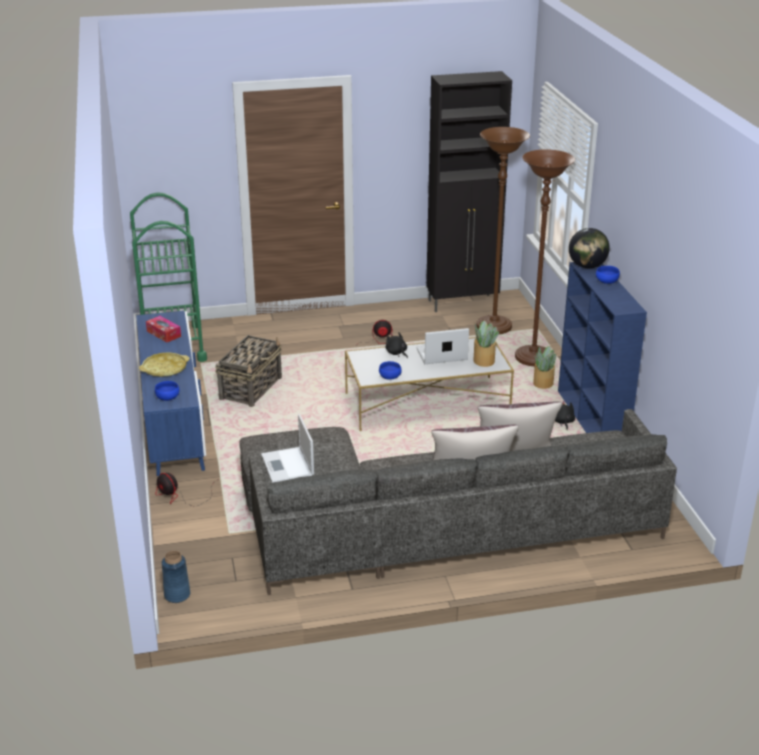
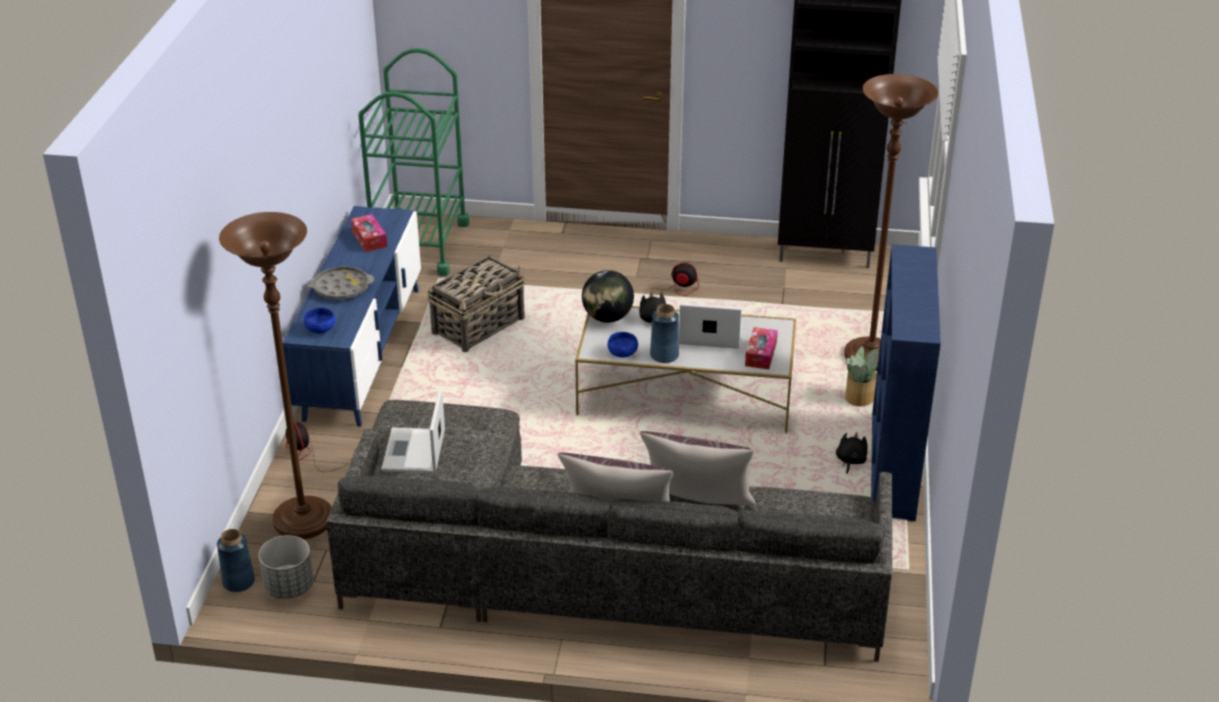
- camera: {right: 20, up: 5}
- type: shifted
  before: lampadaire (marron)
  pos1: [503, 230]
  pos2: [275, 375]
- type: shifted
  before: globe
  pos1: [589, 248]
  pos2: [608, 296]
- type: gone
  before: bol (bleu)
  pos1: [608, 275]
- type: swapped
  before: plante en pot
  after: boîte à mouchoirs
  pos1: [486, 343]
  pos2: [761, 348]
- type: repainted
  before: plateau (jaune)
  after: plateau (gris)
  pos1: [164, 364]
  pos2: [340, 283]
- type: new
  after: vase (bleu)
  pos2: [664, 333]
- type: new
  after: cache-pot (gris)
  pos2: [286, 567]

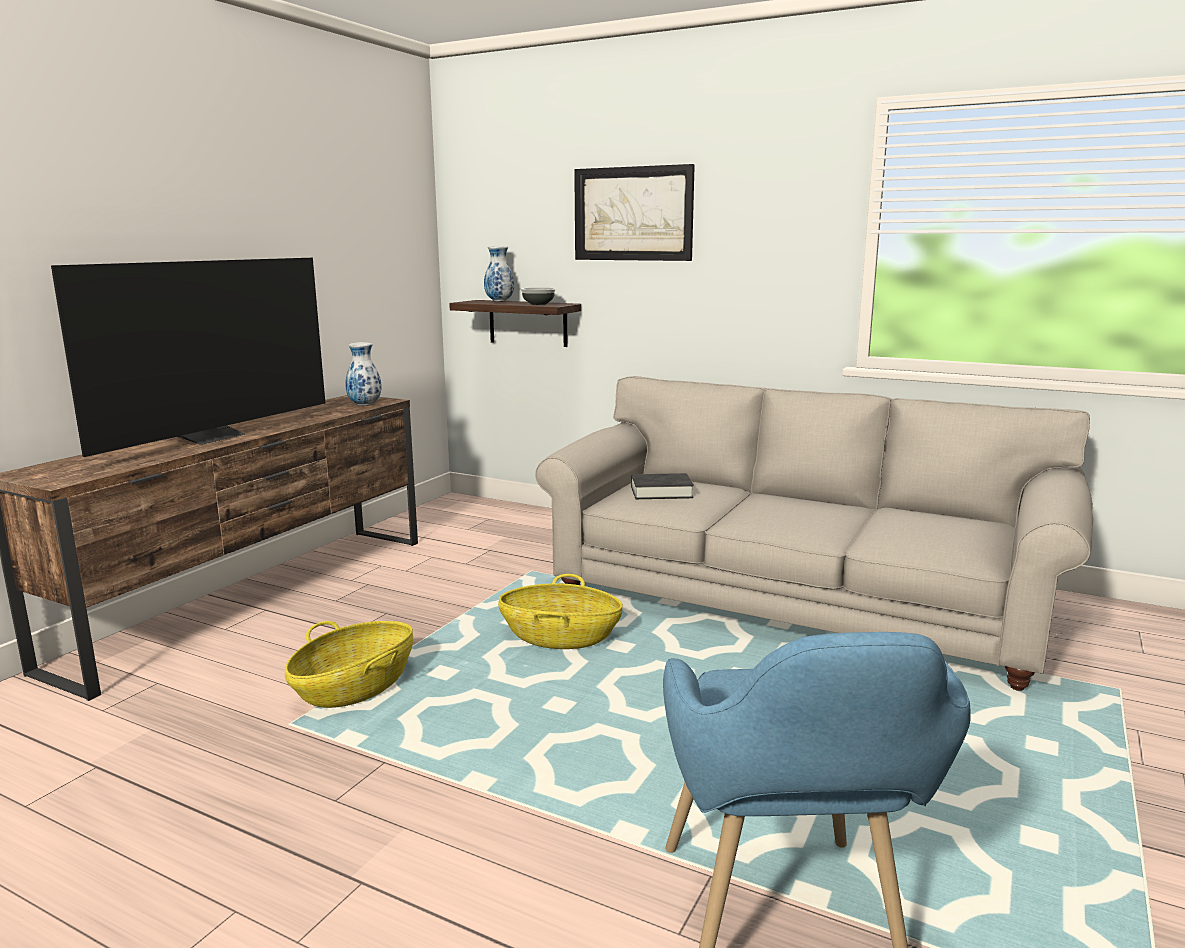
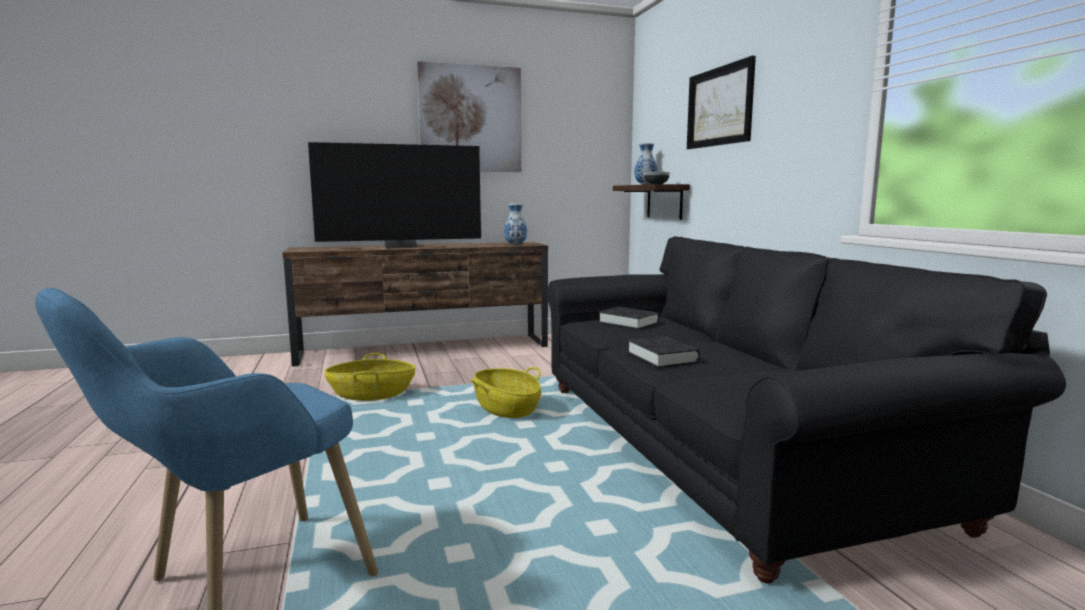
- camera: {right: 45, up: -5}
- type: repainted
  before: canapé (beige)
  after: canapé (noir)
  pos1: [814, 533]
  pos2: [806, 409]
- type: new
  after: tableau
  pos2: [469, 116]
- type: new
  after: livre (noir)
  pos2: [663, 352]

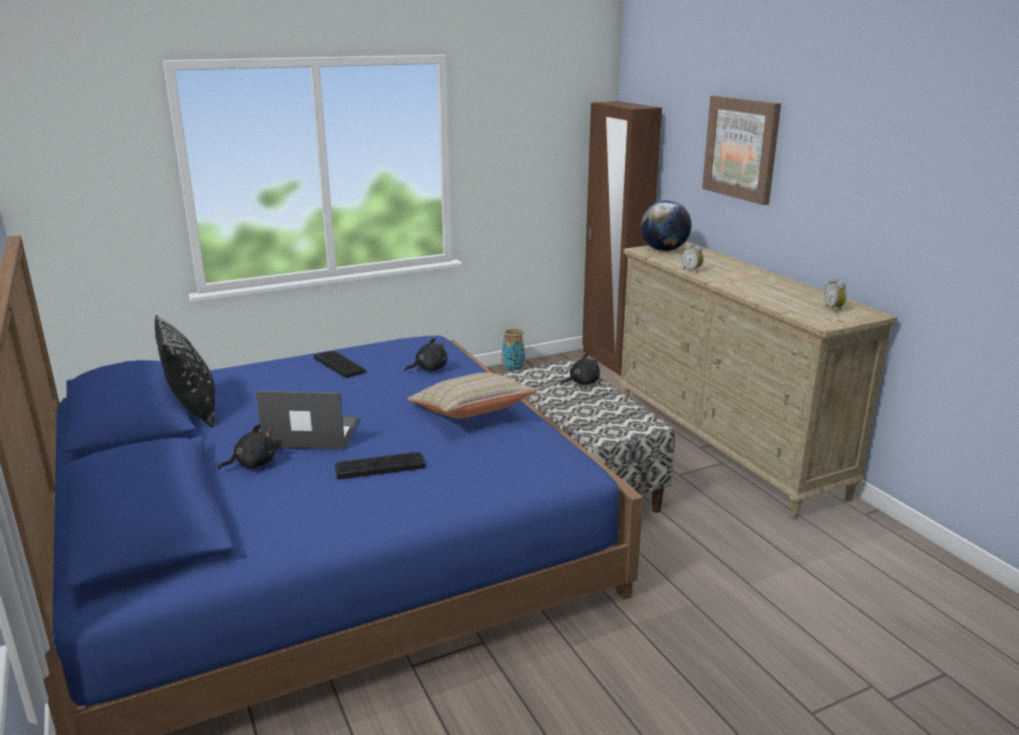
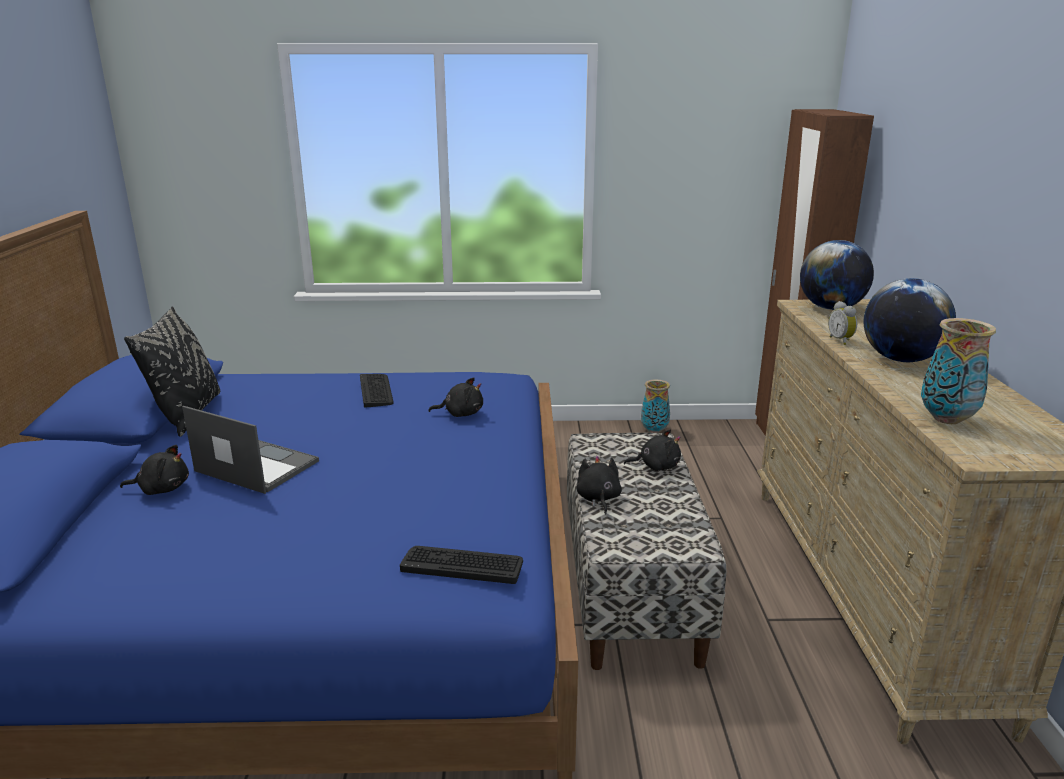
- camera: {right: 25, up: 0}
- type: gone
  before: tableau
  pos1: [741, 150]
- type: gone
  before: réveil
  pos1: [835, 295]
- type: gone
  before: coussin (beige)
  pos1: [472, 395]
- type: shifted
  before: clavier
  pos1: [380, 466]
  pos2: [461, 565]
- type: new
  after: globe
  pos2: [910, 320]
- type: new
  after: vase
  pos2: [958, 371]
- type: new
  after: peluche (noir)
  pos2: [599, 485]

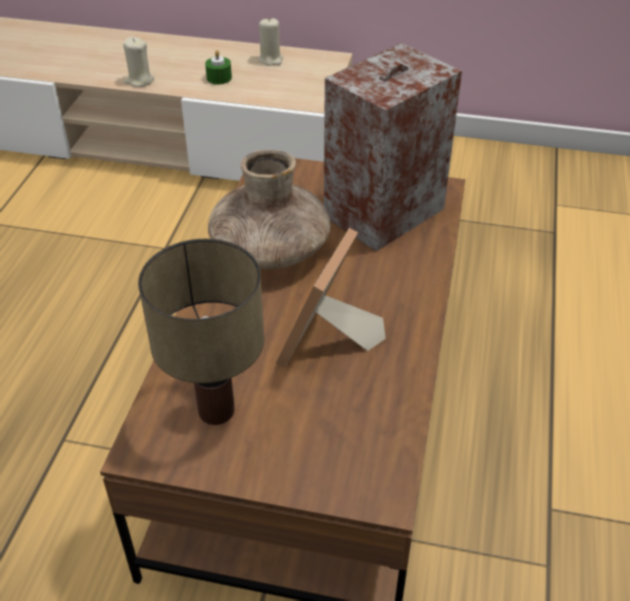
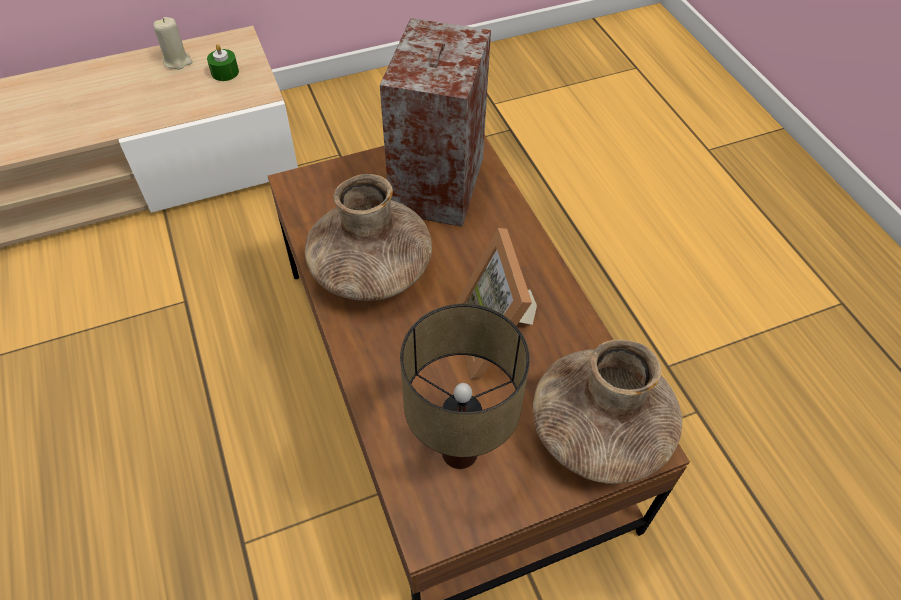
- camera: {right: -35, up: 10}
- type: gone
  before: bougie (beige)
  pos1: [138, 62]
- type: shifted
  before: bougie (vert)
  pos1: [218, 67]
  pos2: [223, 62]
- type: new
  after: vase (marron)
  pos2: [607, 412]

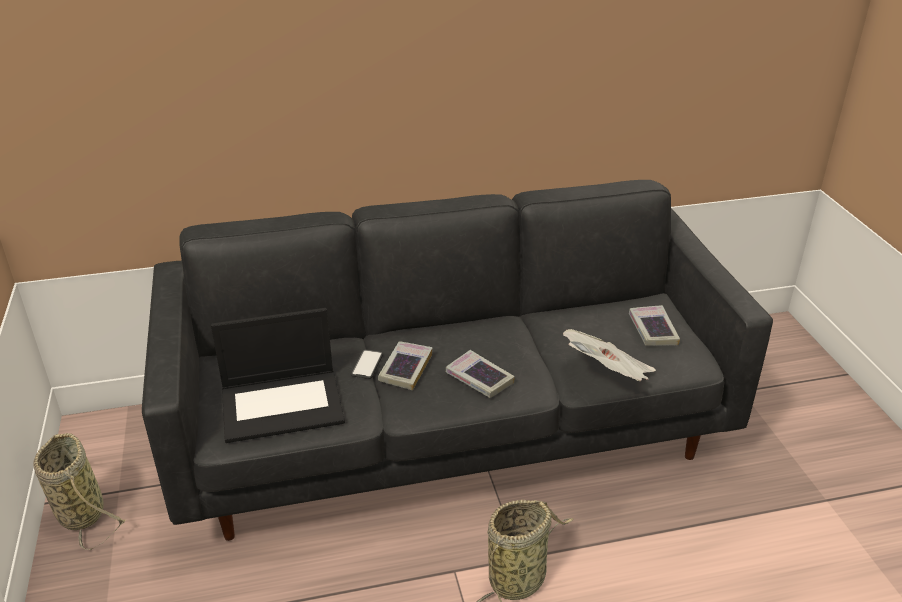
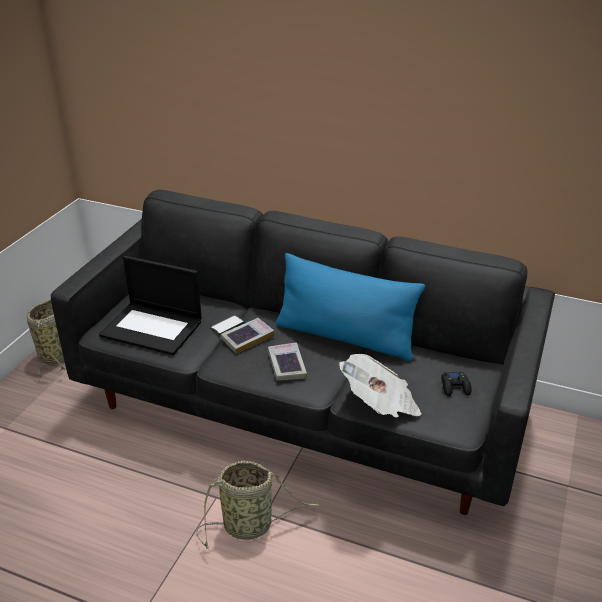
- camera: {right: 35, up: 0}
- type: swapped
  before: livre
  after: manette (noir)
  pos1: [654, 325]
  pos2: [456, 384]
- type: new
  after: coussin (bleu)
  pos2: [350, 307]

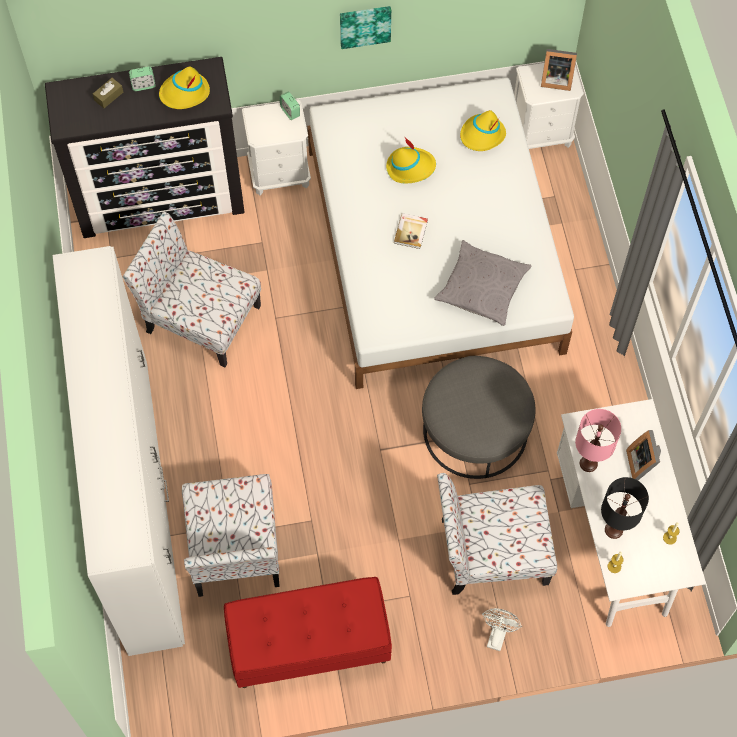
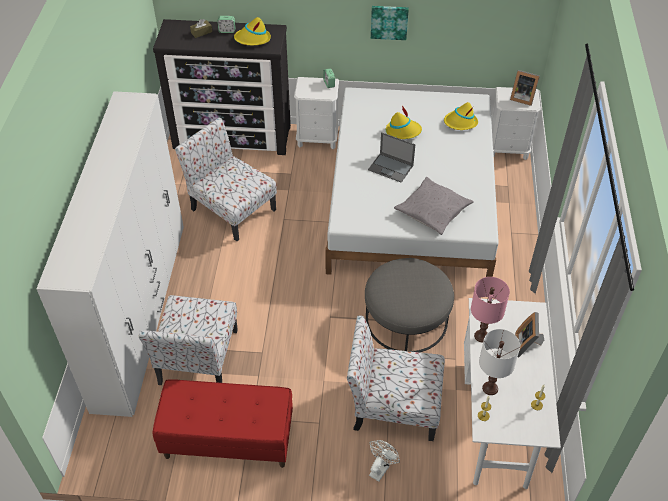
- camera: {right: 15, up: -15}
- type: swapped
  before: livre
  after: ordinateur portable
  pos1: [411, 231]
  pos2: [391, 157]
- type: repainted
  before: lampe de table (noir)
  after: lampe de table (blanc)
  pos1: [625, 508]
  pos2: [499, 362]

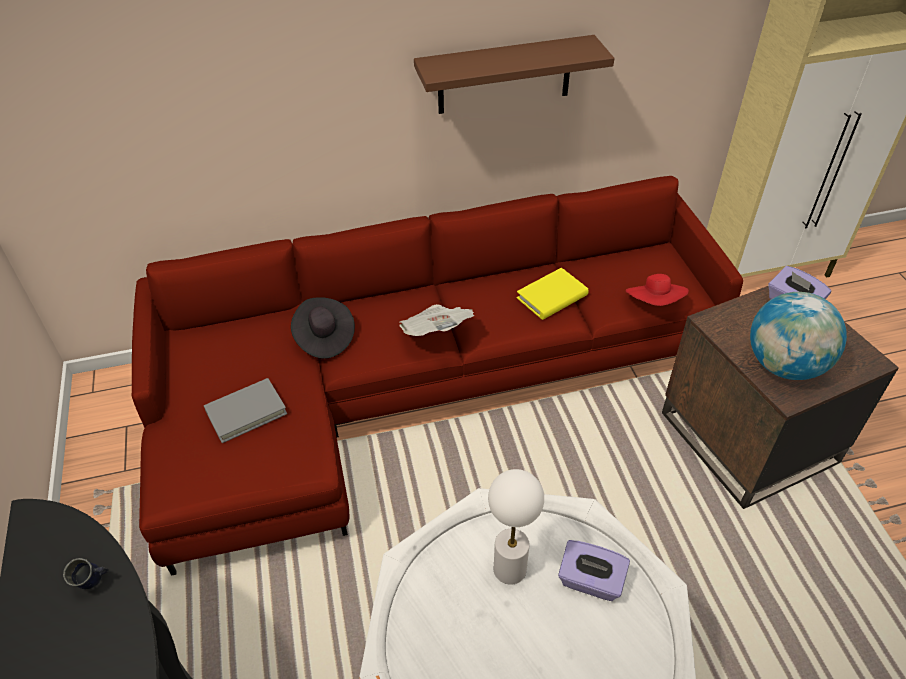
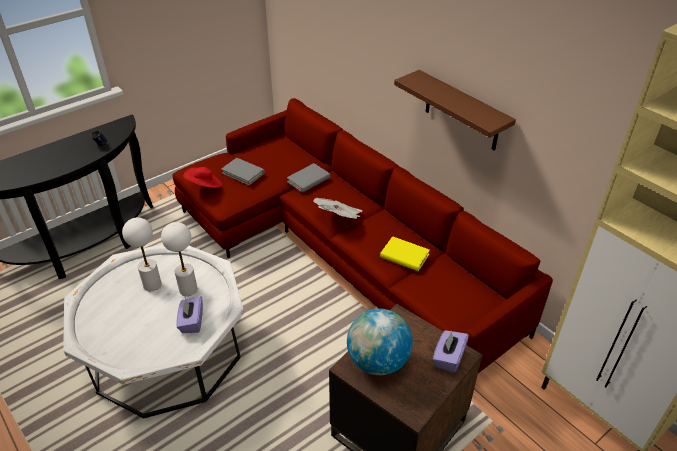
- camera: {right: 65, up: -5}
- type: shifted
  before: chapeau (rouge)
  pos1: [657, 290]
  pos2: [202, 177]
- type: swapped
  before: chapeau (noir)
  after: livre (gris)
  pos1: [323, 328]
  pos2: [308, 178]
- type: new
  after: lampe de table (blanc)
  pos2: [142, 254]

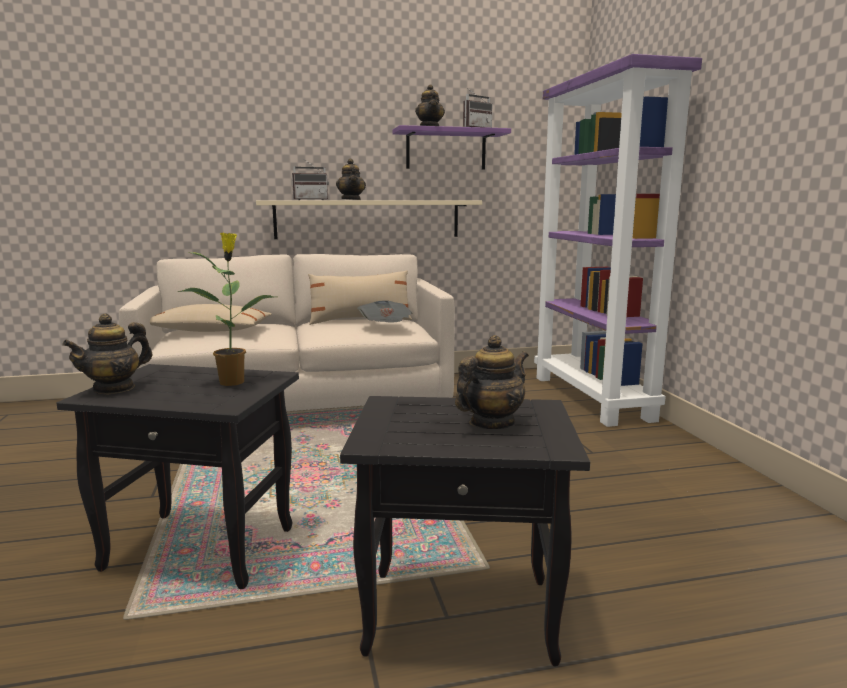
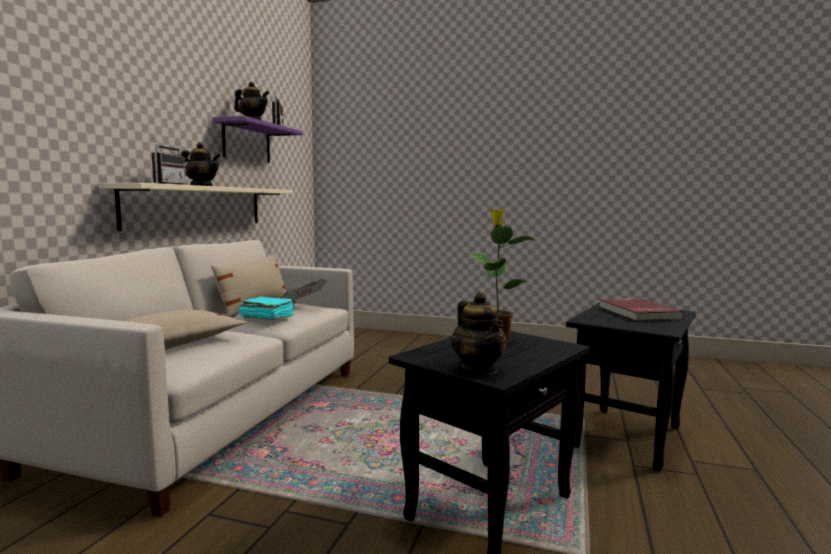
- camera: {right: -60, up: -5}
- type: gone
  before: bibliothèque (violet)
  pos1: [618, 240]
- type: swapped
  before: théière
  after: livre (rouge)
  pos1: [492, 382]
  pos2: [641, 309]
- type: new
  after: livre (turquoise)
  pos2: [267, 308]

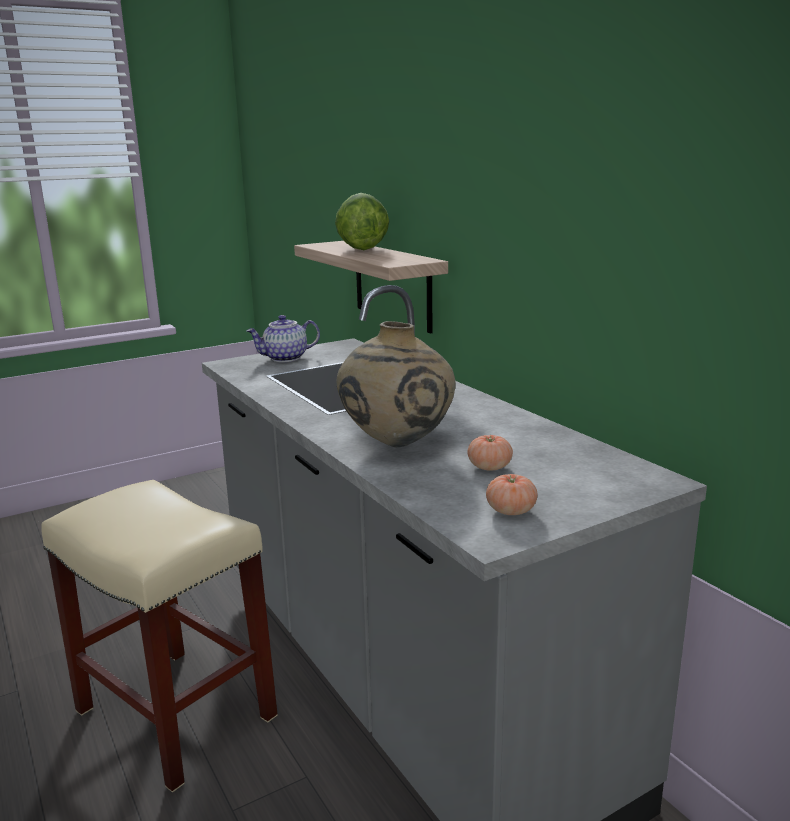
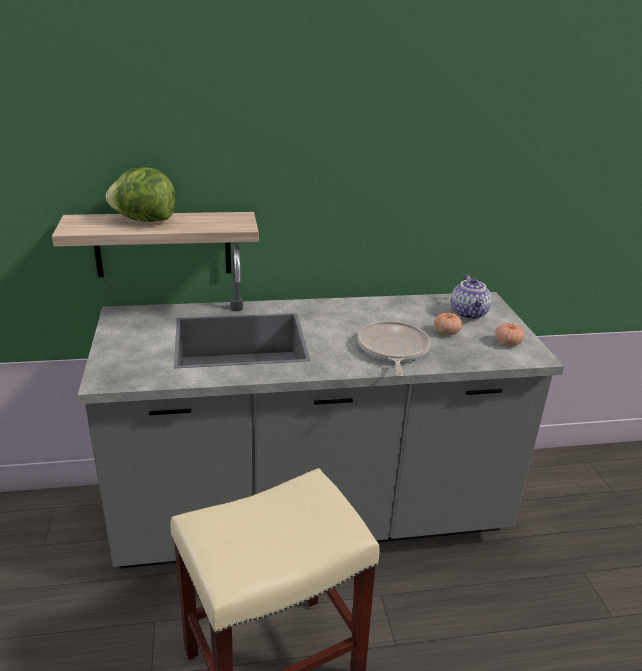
- camera: {right: -70, up: 10}
- type: shifted
  before: théière
  pos1: [283, 338]
  pos2: [471, 297]
- type: swapped
  before: vase (beige)
  after: poêle
  pos1: [396, 384]
  pos2: [394, 349]

